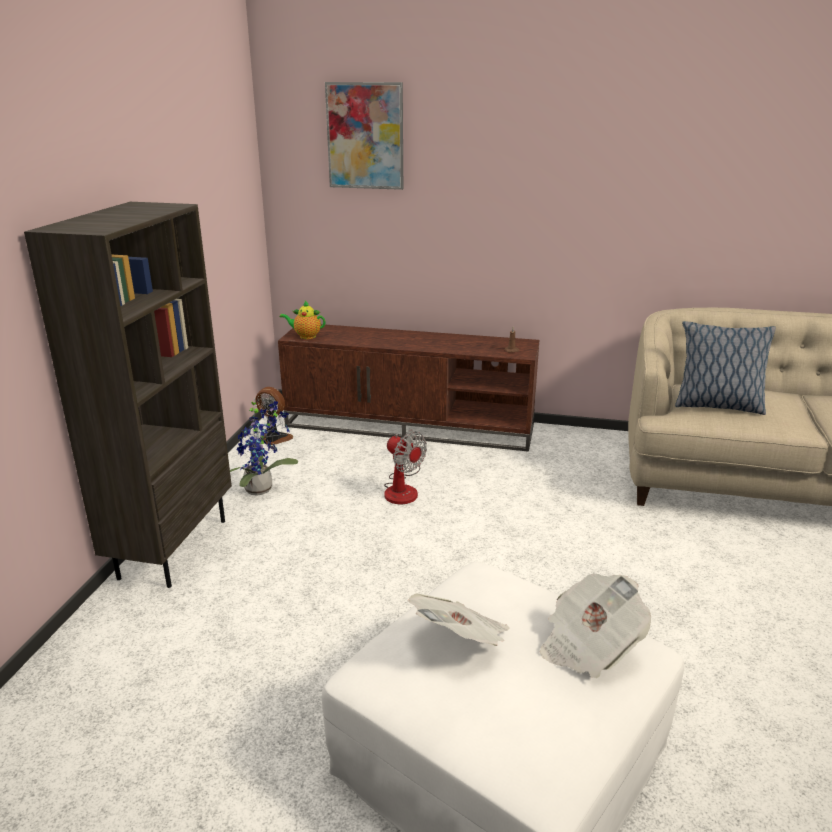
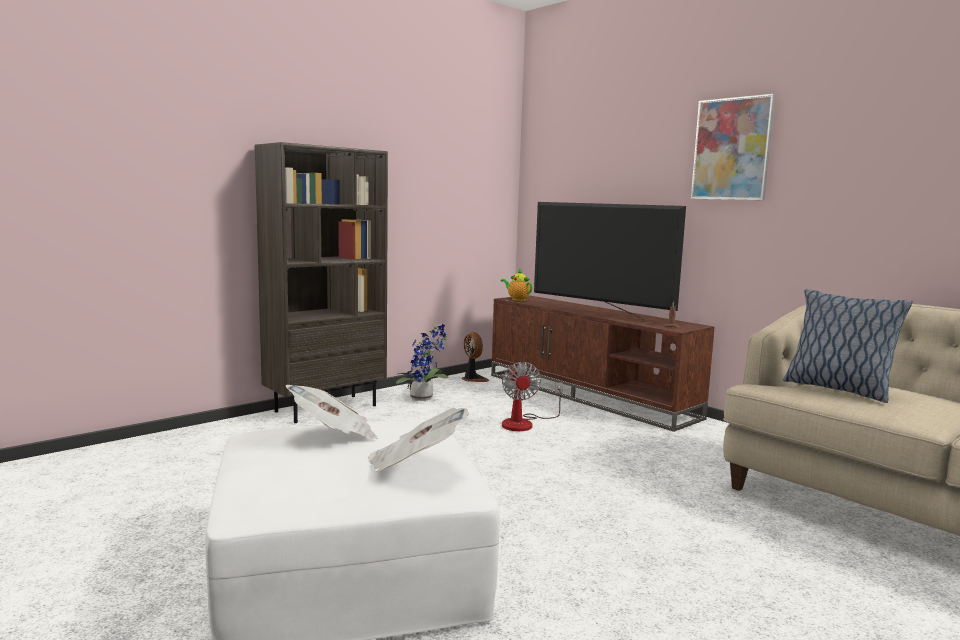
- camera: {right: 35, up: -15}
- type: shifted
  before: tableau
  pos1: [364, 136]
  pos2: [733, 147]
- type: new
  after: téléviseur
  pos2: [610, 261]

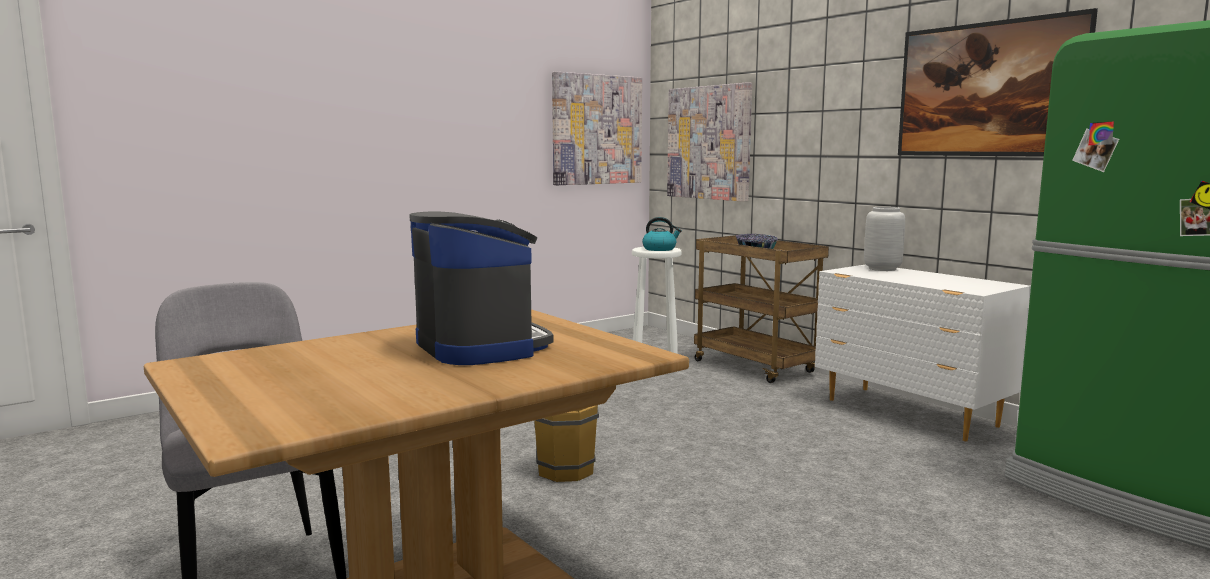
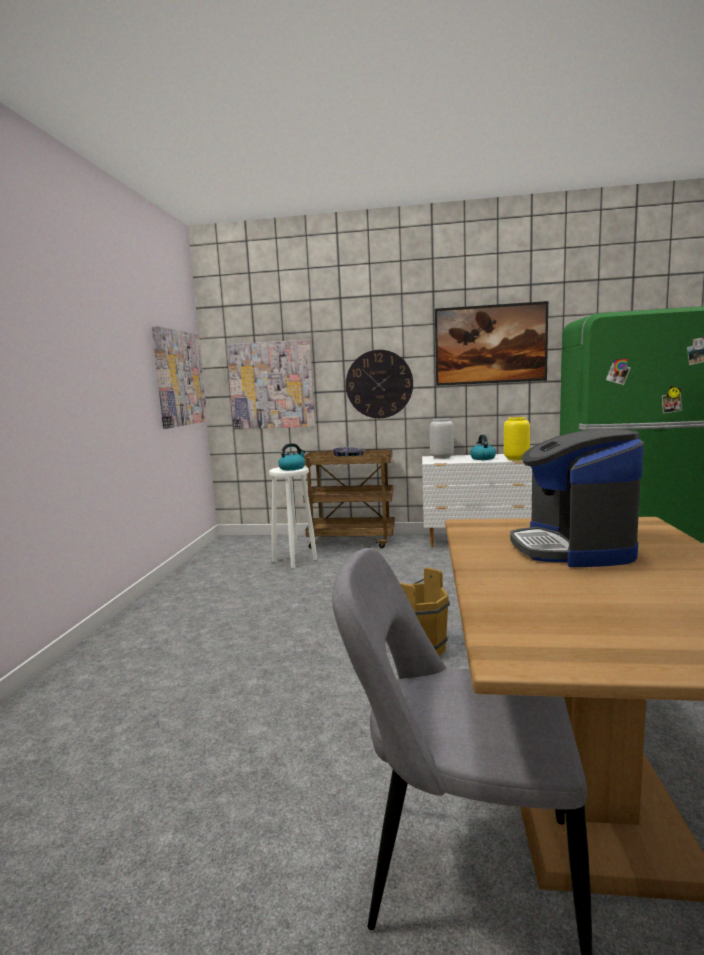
- camera: {right: -45, up: 0}
- type: rotated
  before: machine à café
  pos1: [481, 288]
  pos2: [577, 498]
  turn: -105
- type: new
  after: horloge murale
  pos2: [379, 384]
- type: new
  after: vase (jaune)
  pos2: [517, 438]
- type: new
  after: bouilloire
  pos2: [483, 447]

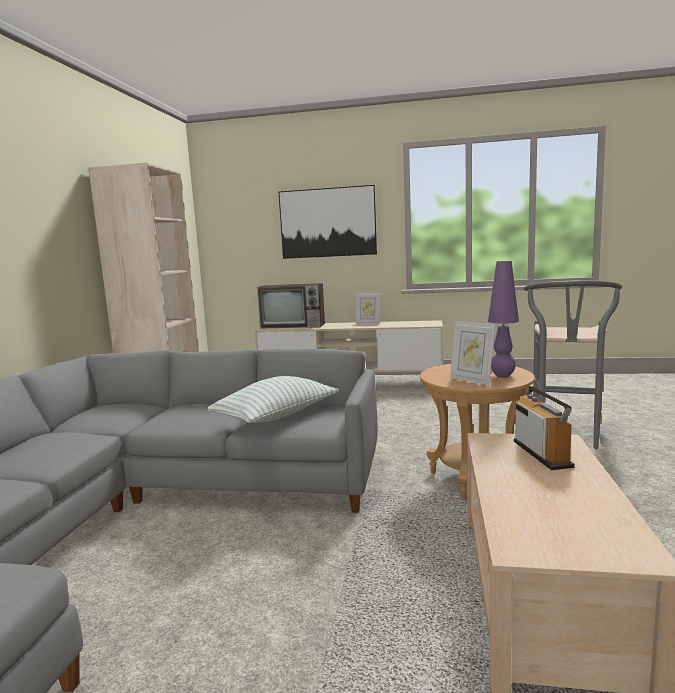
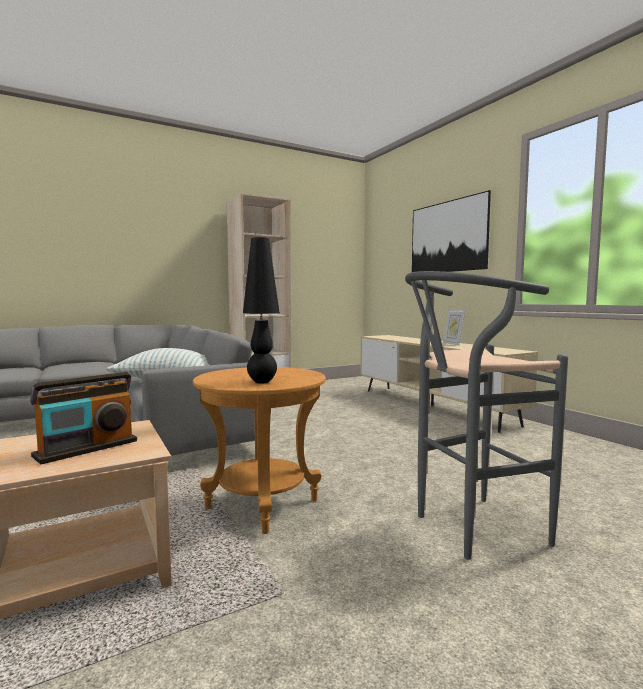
- camera: {right: 50, up: -5}
- type: repainted
  before: lampe de table (violet)
  after: lampe de table (noir)
  pos1: [503, 319]
  pos2: [261, 310]
- type: gone
  before: téléviseur
  pos1: [291, 306]
- type: gone
  before: cadre photo
  pos1: [472, 353]

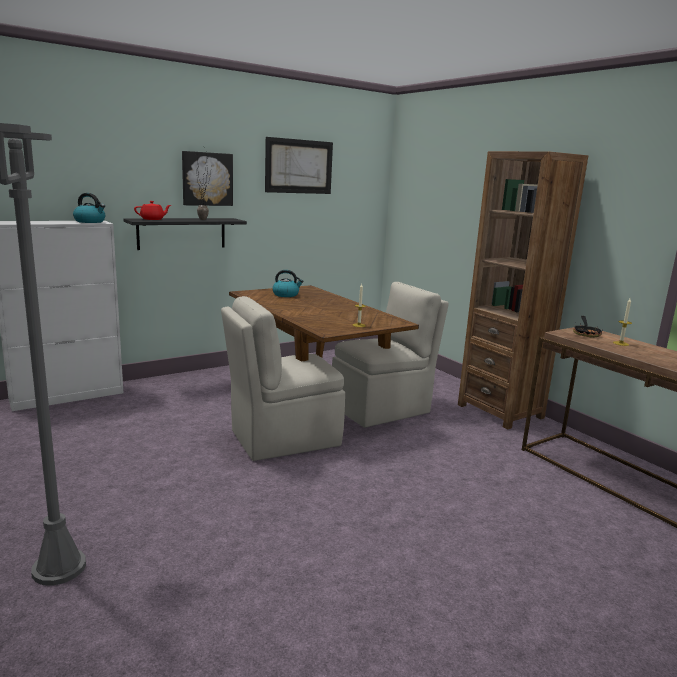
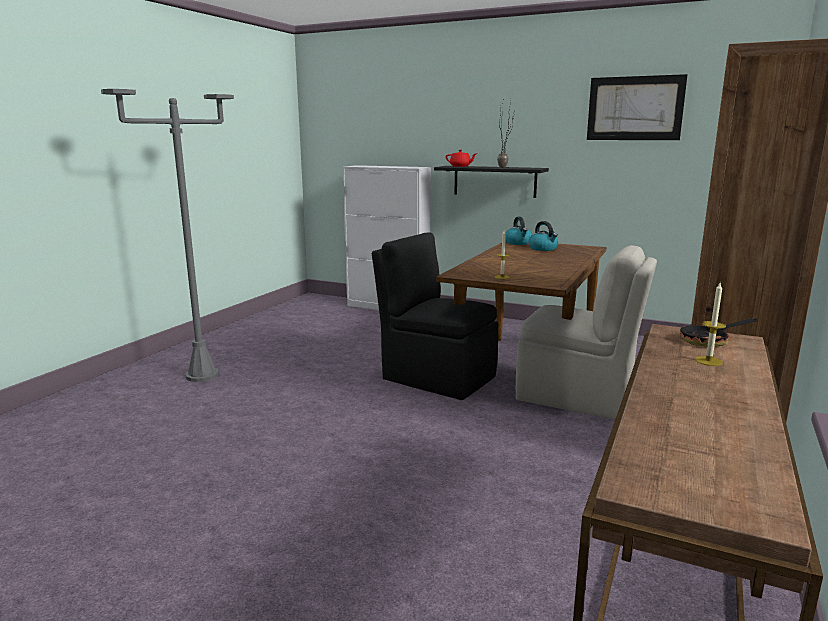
- camera: {right: 60, up: 0}
- type: gone
  before: tableau
  pos1: [207, 178]
- type: shifted
  before: bouilloire
  pos1: [89, 208]
  pos2: [518, 231]
- type: repainted
  before: chaise (beige)
  after: chaise (noir)
  pos1: [283, 378]
  pos2: [435, 316]

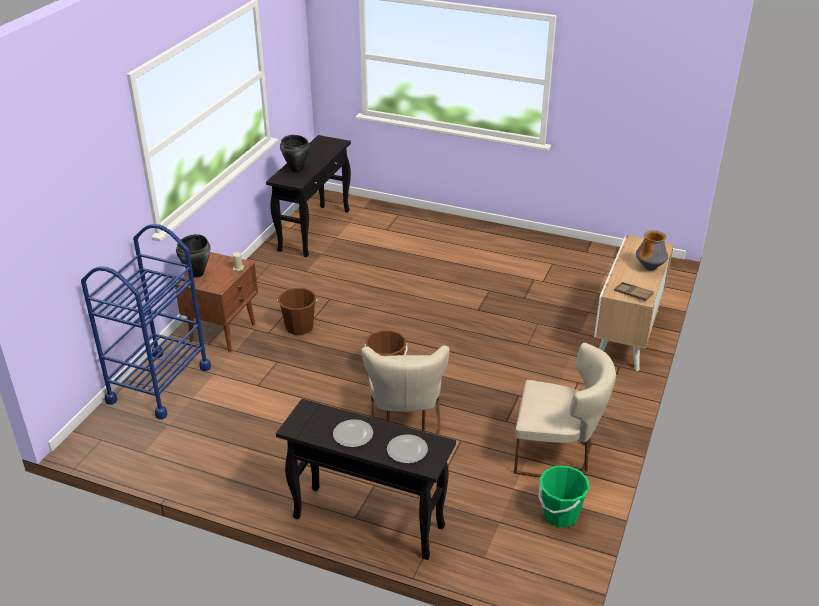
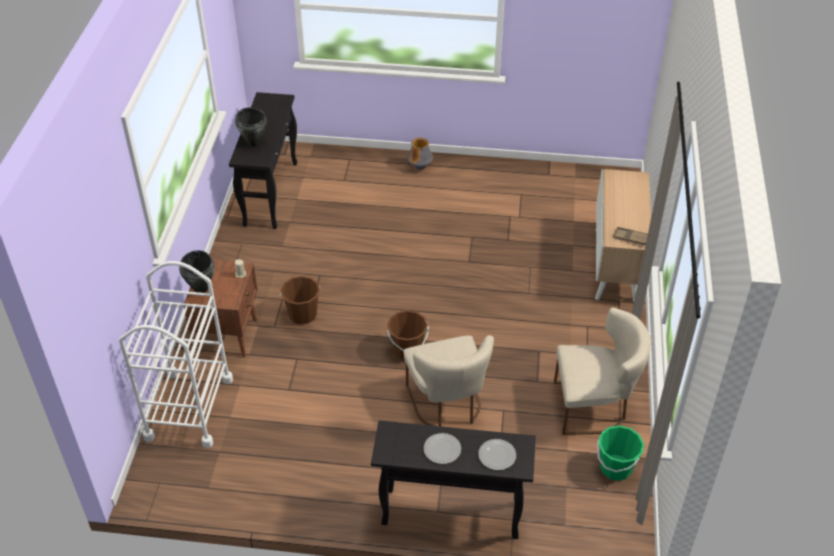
- camera: {right: -15, up: 10}
- type: repainted
  before: chariot (bleu)
  after: chariot (blanc)
  pos1: [146, 321]
  pos2: [176, 354]
- type: shifted
  before: vase
  pos1: [652, 250]
  pos2: [420, 153]

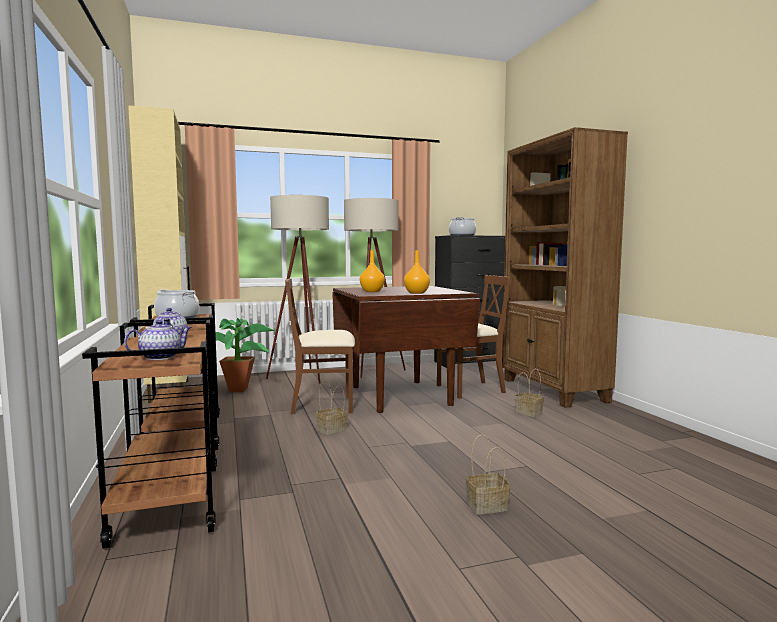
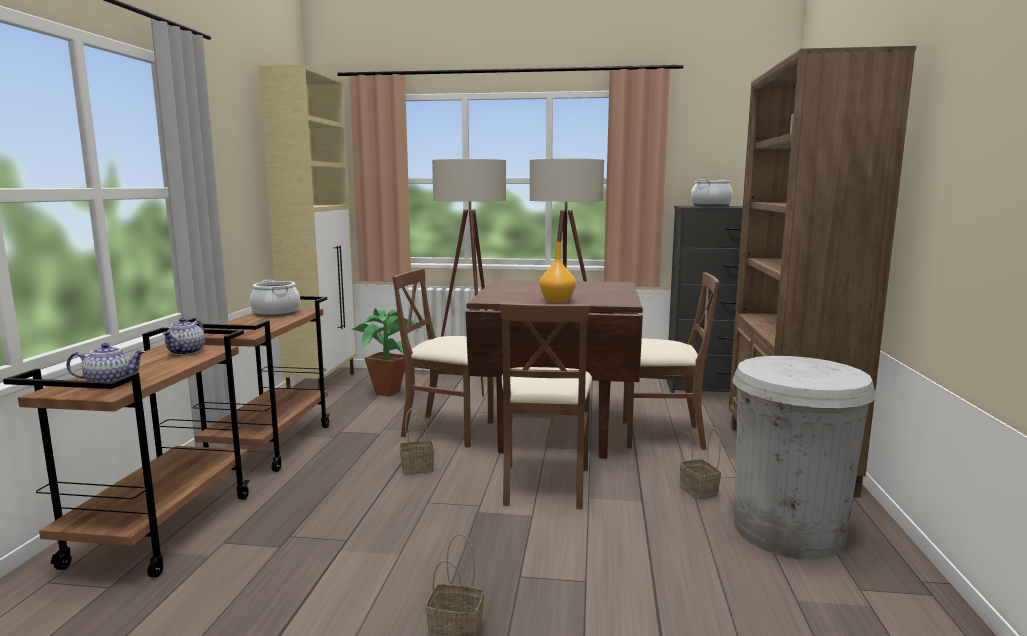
- camera: {right: 25, up: 5}
- type: gone
  before: vase (orange)
  pos1: [372, 271]
- type: new
  after: chaise (marron)
  pos2: [546, 406]
- type: new
  after: poubelle (blanc)
  pos2: [804, 458]

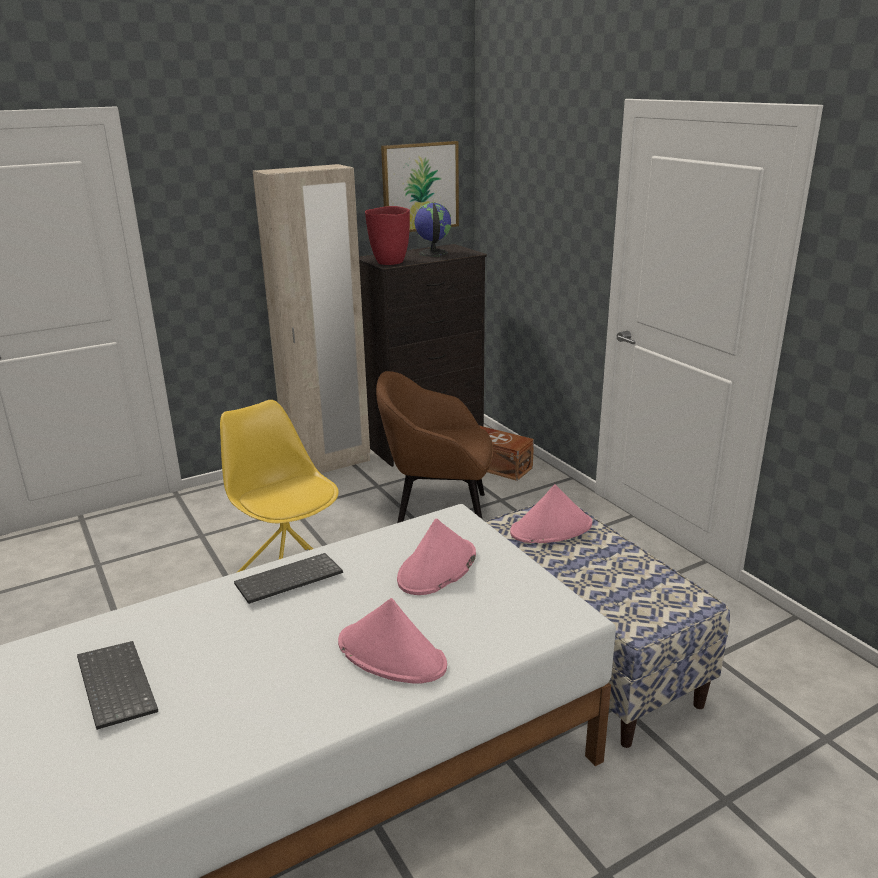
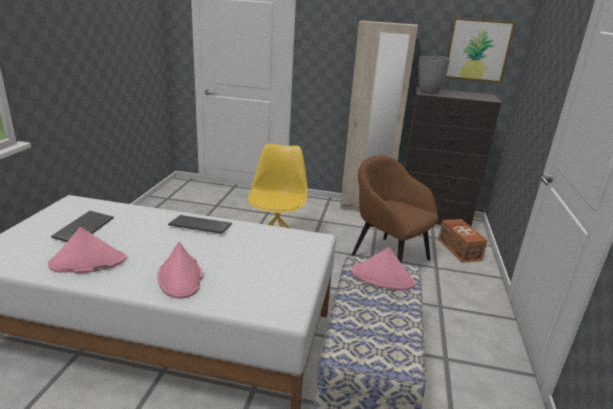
- camera: {right: 40, up: 0}
- type: gone
  before: globe
  pos1: [432, 230]
- type: repainted
  before: vase (rouge)
  after: vase (gris)
  pos1: [387, 235]
  pos2: [434, 75]
- type: shifted
  before: chapeau (rose)
  pos1: [436, 556]
  pos2: [87, 250]

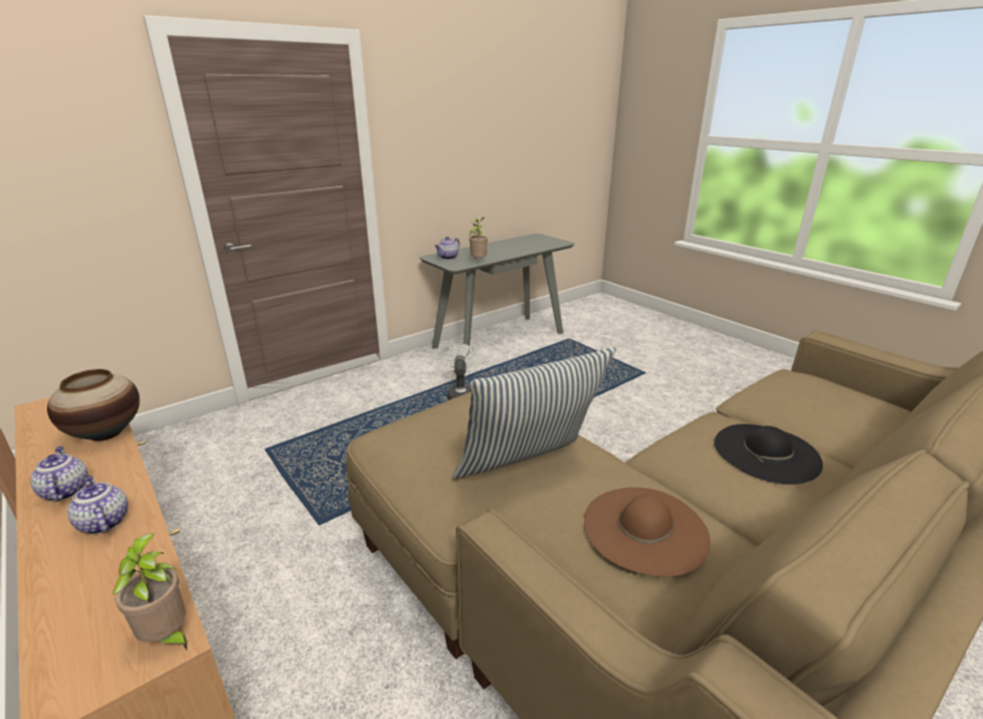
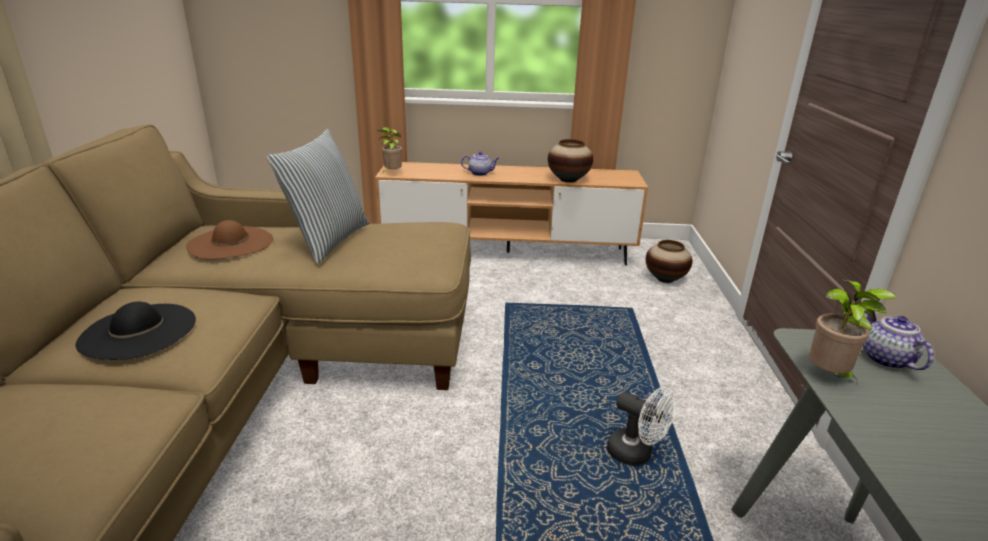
- camera: {right: 130, up: 0}
- type: gone
  before: théière
  pos1: [59, 474]
- type: new
  after: vase
  pos2: [669, 261]

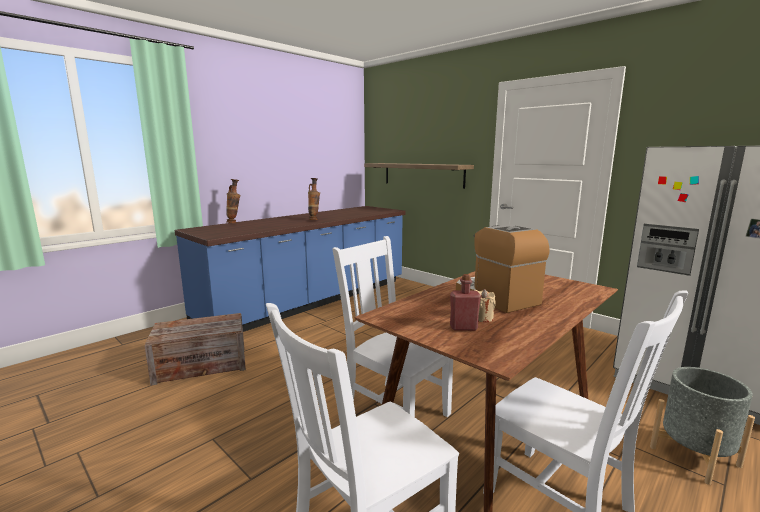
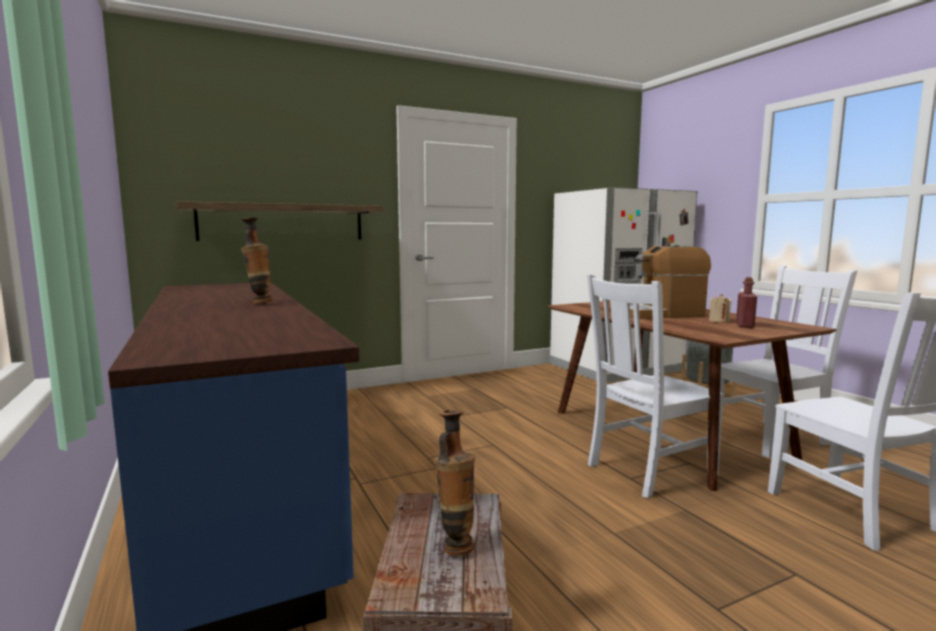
- camera: {right: -70, up: -5}
- type: shifted
  before: vase
  pos1: [233, 201]
  pos2: [454, 483]

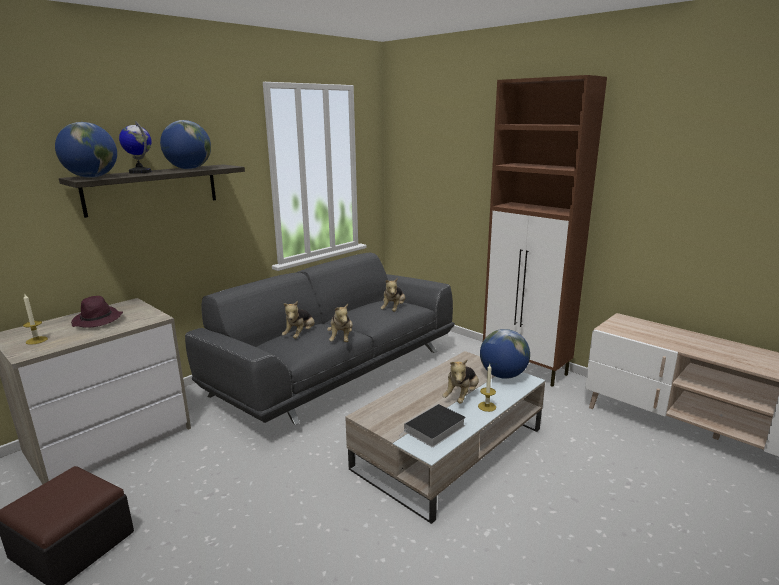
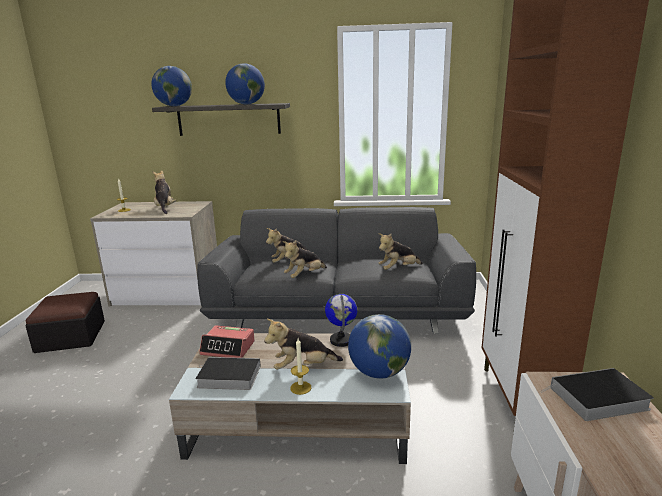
- camera: {right: 50, up: 0}
- type: shifted
  before: globe
  pos1: [135, 147]
  pos2: [341, 320]
- type: swapped
  before: chapeau (violet)
  after: peluche
  pos1: [97, 312]
  pos2: [164, 192]
- type: new
  after: réveil
  pos2: [227, 341]
- type: new
  after: livre
  pos2: [597, 394]

